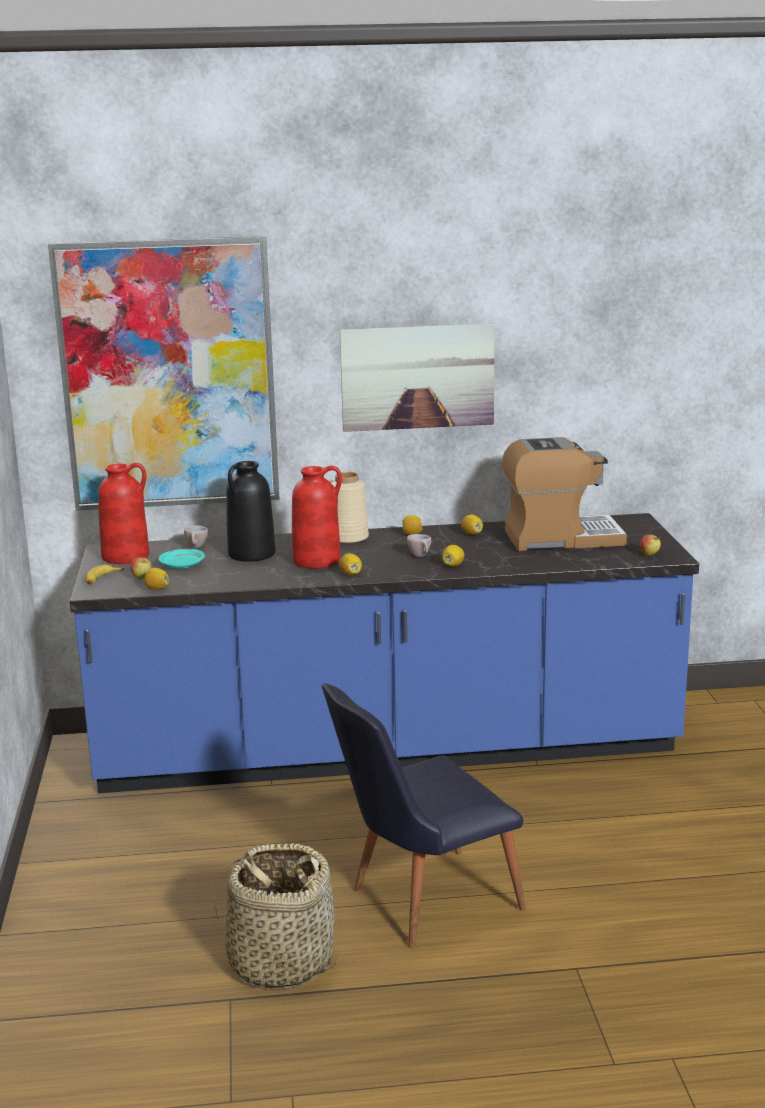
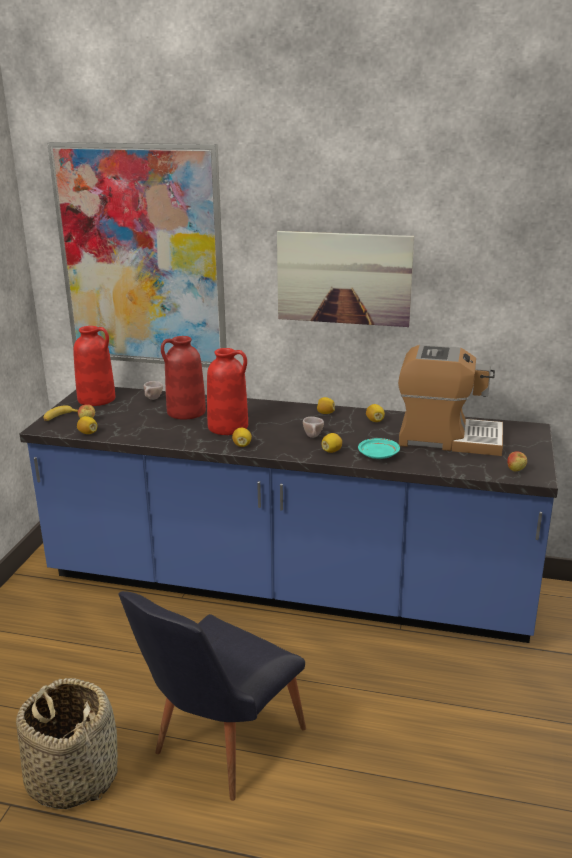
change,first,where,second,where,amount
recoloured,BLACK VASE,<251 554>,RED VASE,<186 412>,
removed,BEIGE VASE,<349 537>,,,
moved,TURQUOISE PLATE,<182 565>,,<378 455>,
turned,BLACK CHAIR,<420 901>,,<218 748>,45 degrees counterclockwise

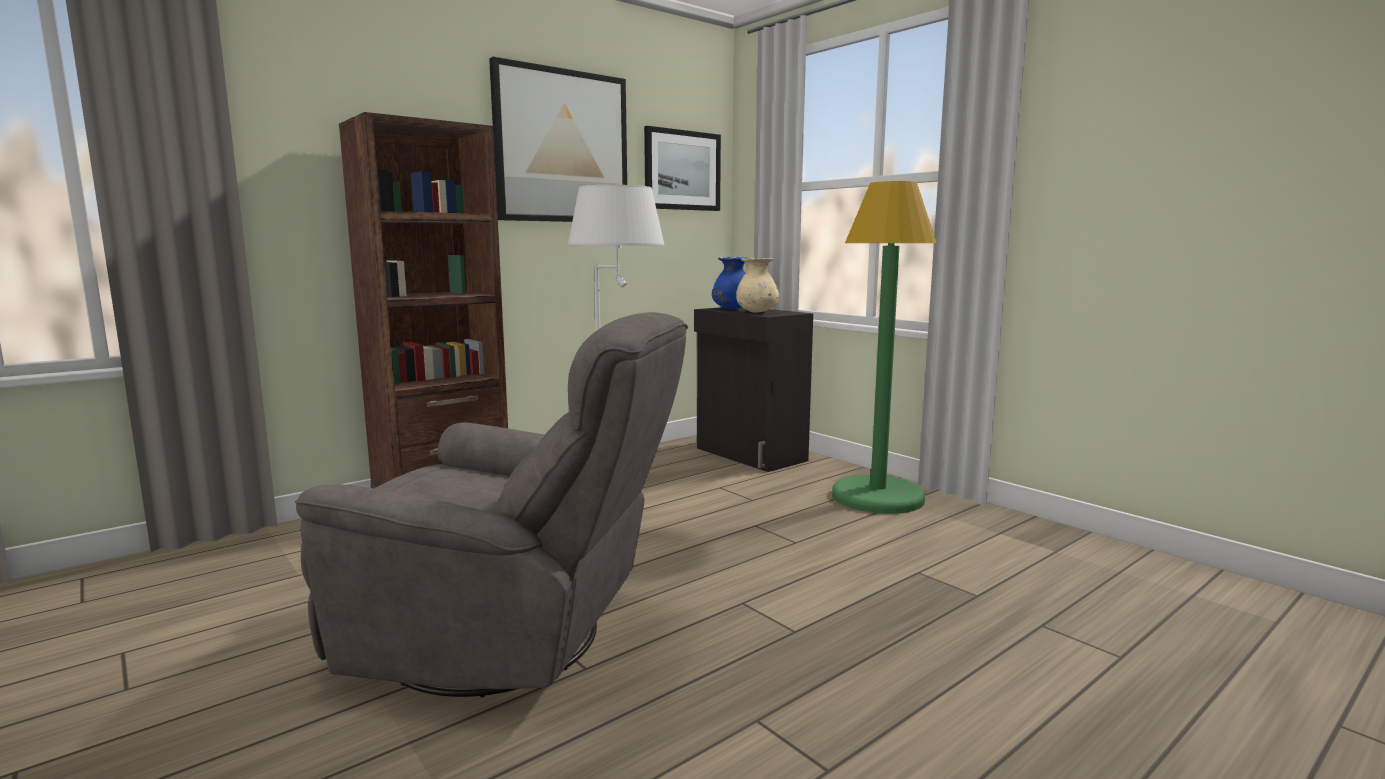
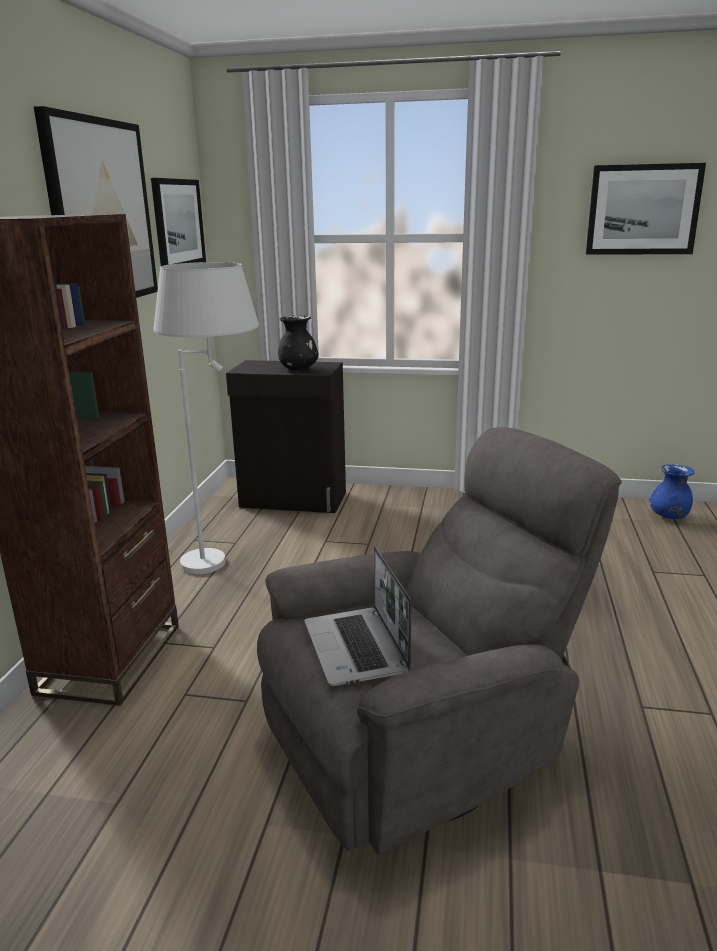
change,first,where,second,where,amount
removed,GREEN FLOOR LAMP,<877 497>,,,
moved,BLUE VASE,<731 309>,,<669 516>,
recoloured,BEIGE VASE,<757 312>,BLACK VASE,<298 369>,
added,,,PICTURE,<643 210>,
added,,,LAPTOP,<357 648>,

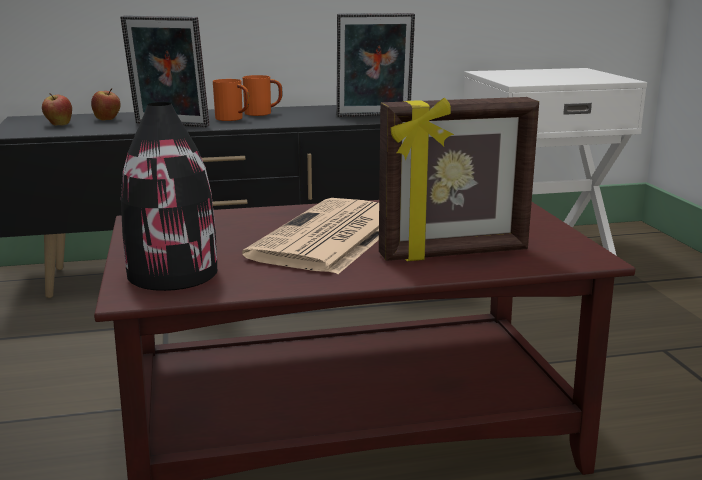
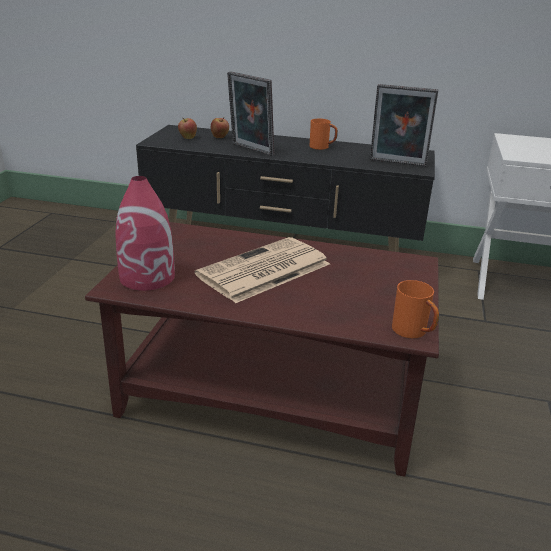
change,first,where,second,where,amount
moved,ORANGE MUG,<233 119>,,<414 333>,
removed,PICTURE FRAME,<454 254>,,,
recoloured,BLACK VASE,<173 274>,RED VASE,<148 277>,

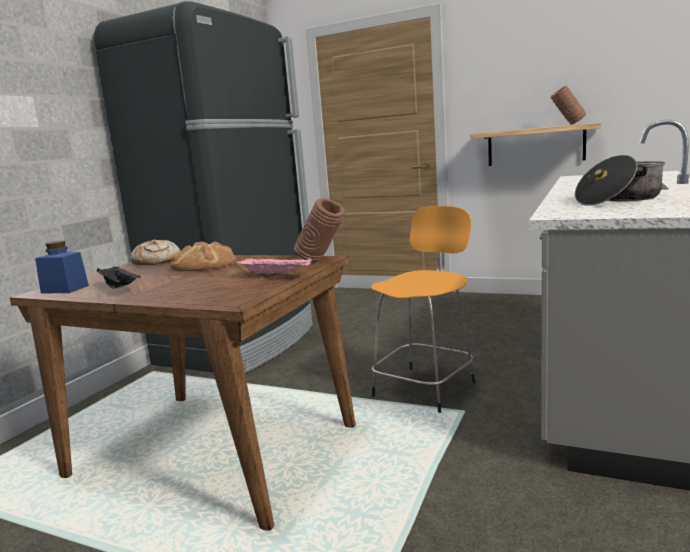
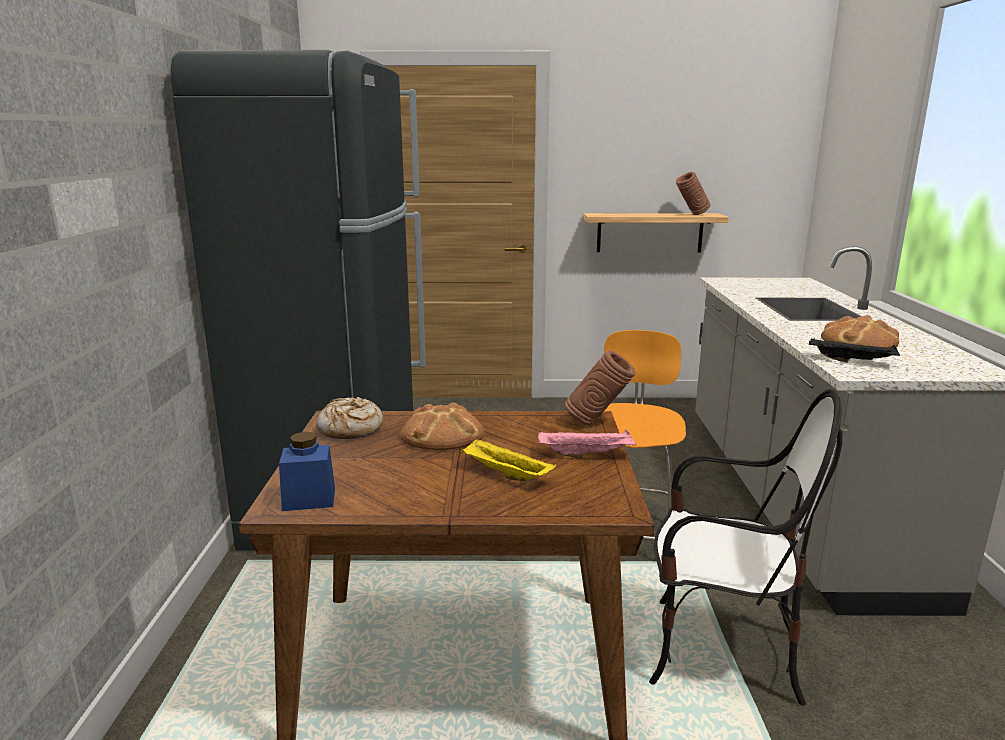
change,first,where,second,where,amount
replaced,COOKING POT,<618 199>,BREAD,<859 341>,
moved,BLACK TRAY,<120 288>,,<852 361>,
added,,,CHAIR,<721 653>,
added,,,YELLOW TRAY,<504 474>,

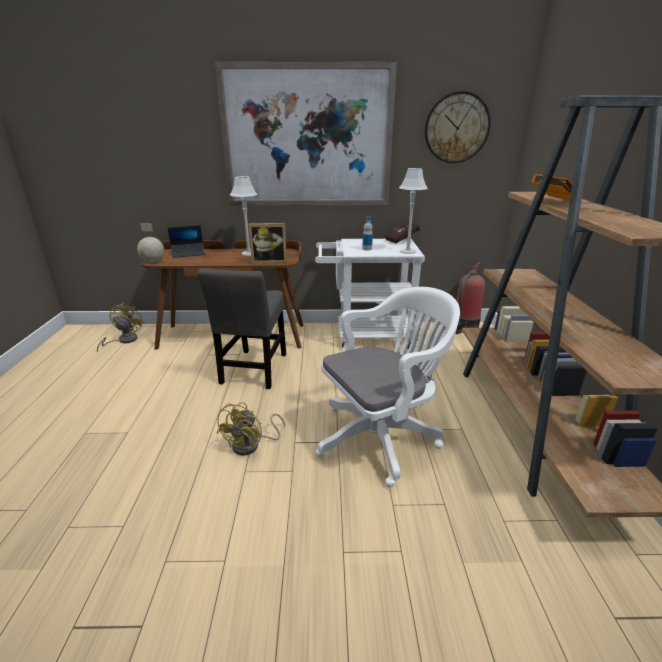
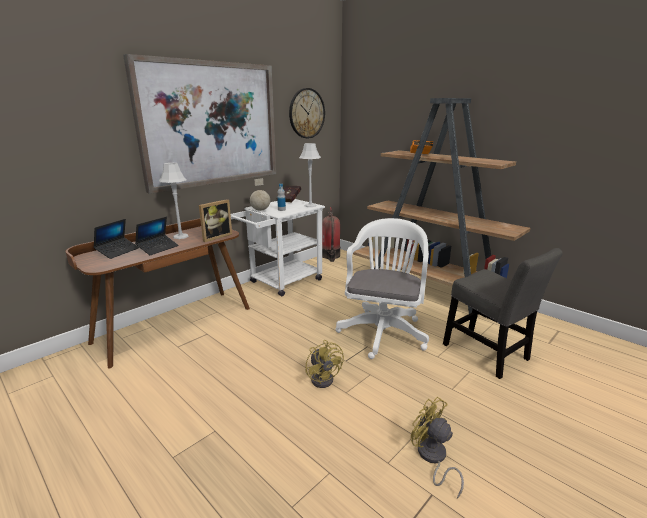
change,first,where,second,where,amount
moved,GLOBE,<153 261>,,<261 210>,
moved,GREY CHAIR,<253 371>,,<488 354>,
moved,YELLOW FAN,<124 340>,,<432 458>,
added,,,LAPTOP,<158 248>,

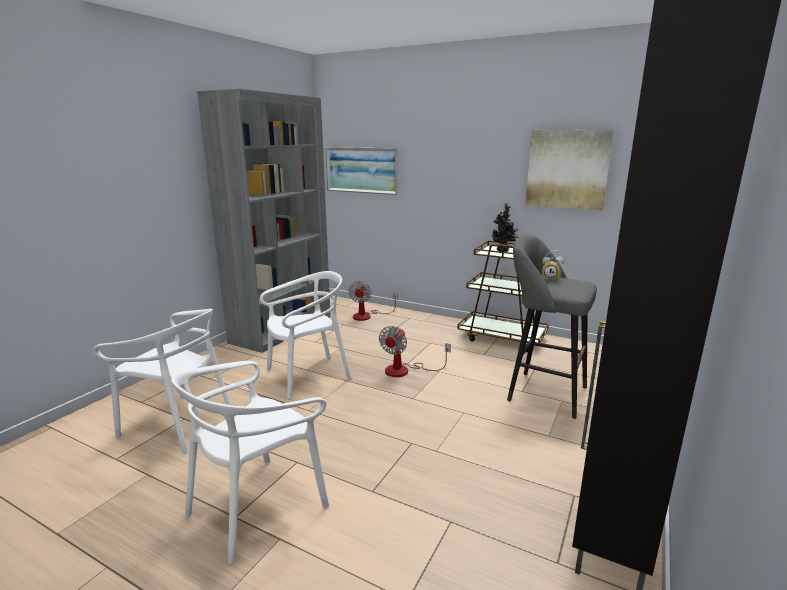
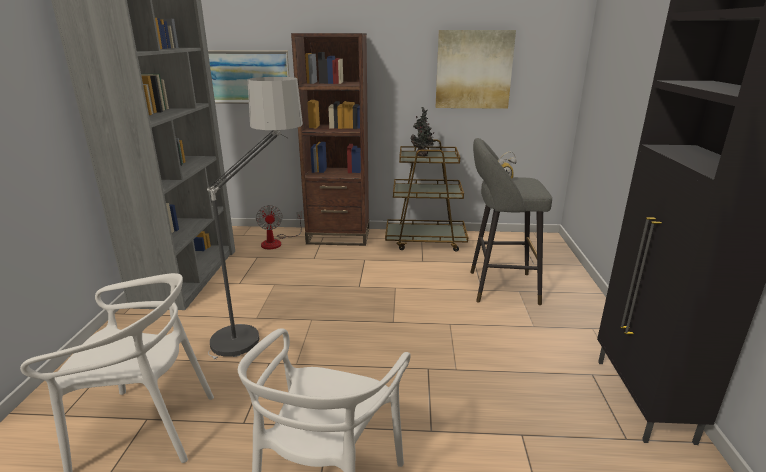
change,first,where,second,where,amount
replaced,WHITE CHAIR,<307 376>,FLOOR LAMP,<263 324>,
removed,FAN,<405 370>,,,
added,,,BROWN BOOKCASE,<338 236>,

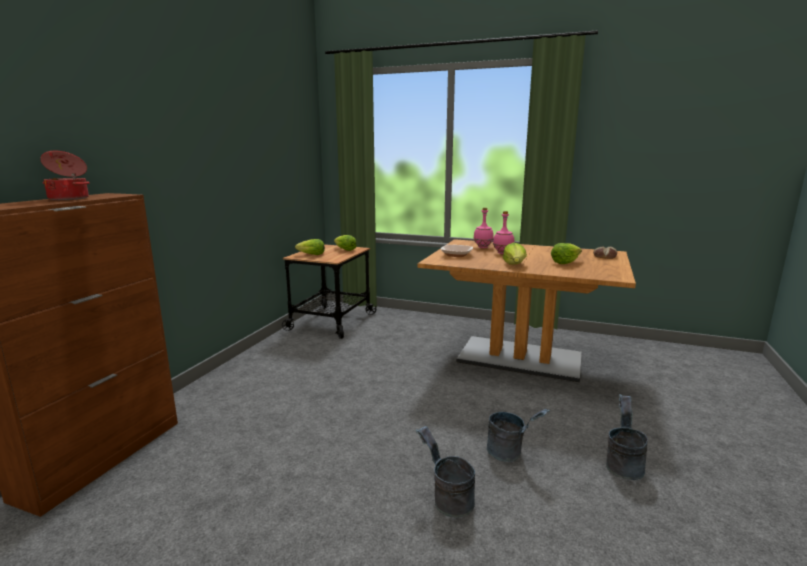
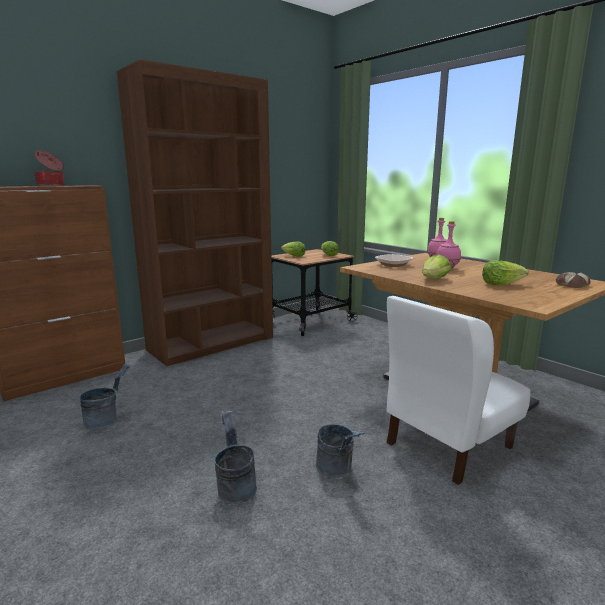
change,first,where,second,where,amount
moved,GREY BUCKET,<623 464>,,<107 420>,
added,,,BROWN BOOKCASE,<212 343>,
added,,,WHITE CHAIR,<447 444>,

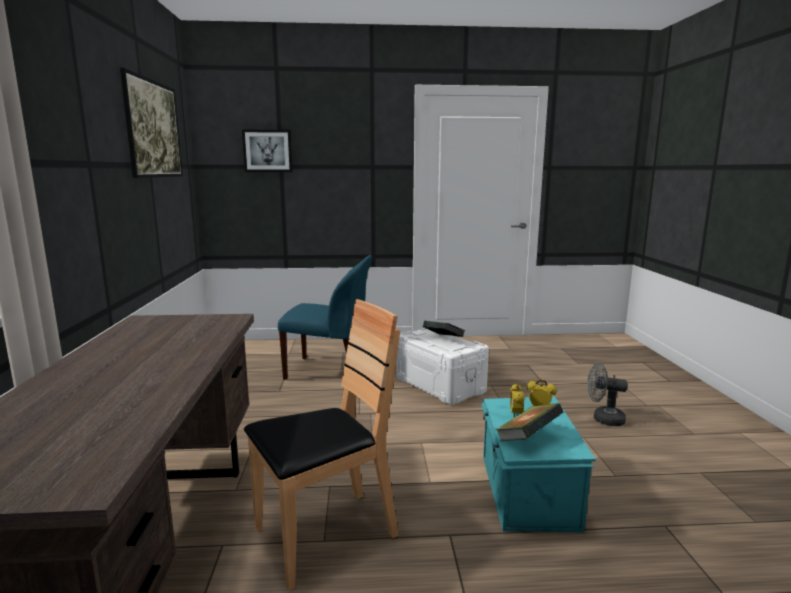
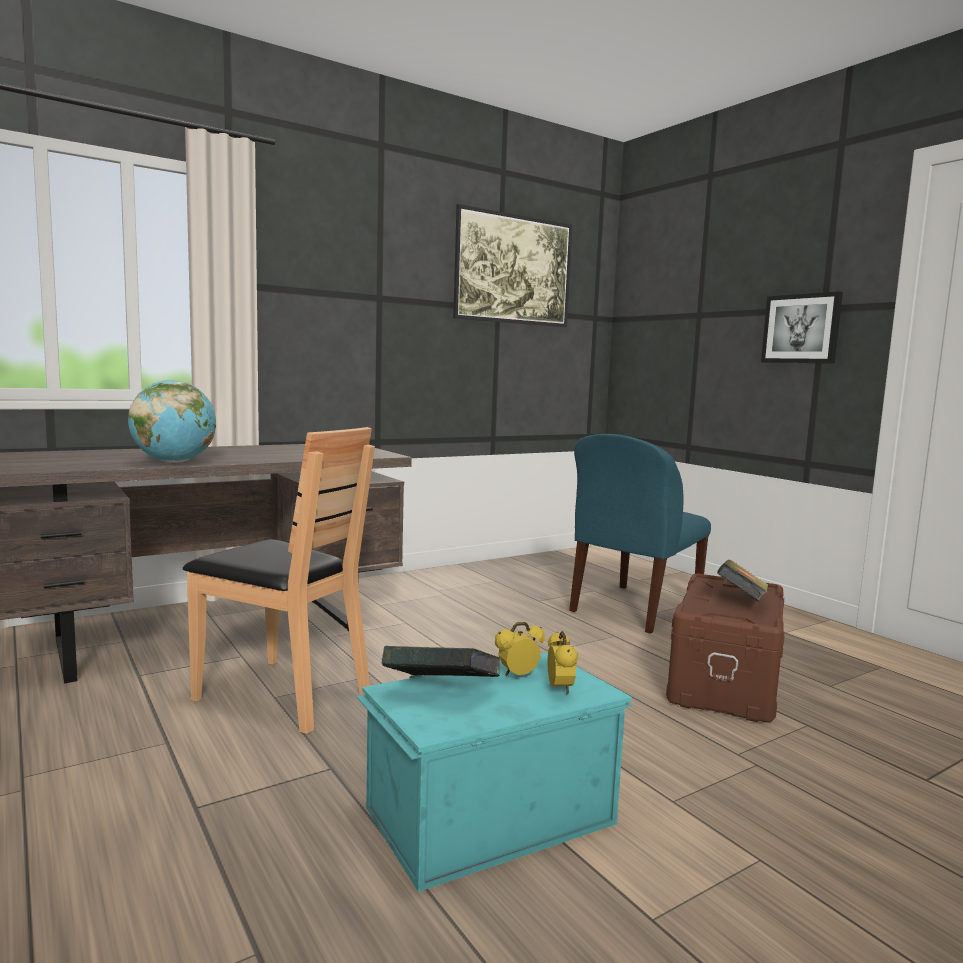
change,first,where,second,where,amount
moved,PICTURE,<267 151>,,<801 329>,
turned,BLUE CHAIR,<330 371>,,<633 609>,60 degrees clockwise
recoloured,WHITE STORAGE BOX,<440 385>,BROWN STORAGE BOX,<726 683>,
removed,GREY FAN,<603 419>,,,
added,,,GLOBE,<174 462>,

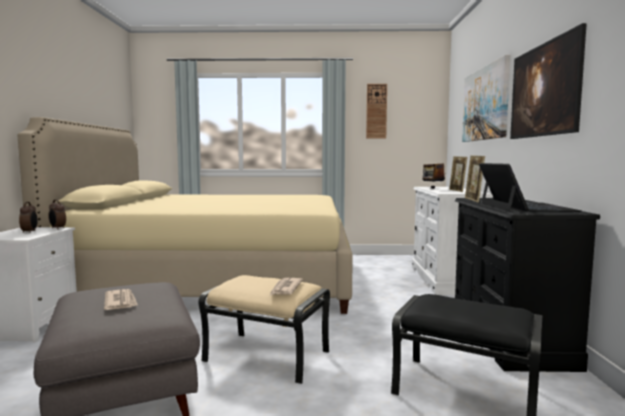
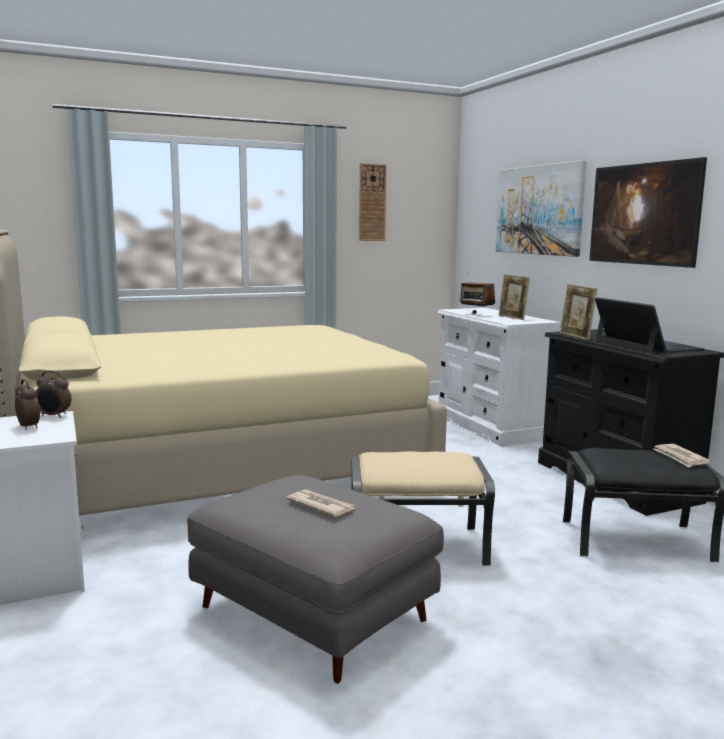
change,first,where,second,where,amount
moved,NEWSPAPER,<285 289>,,<680 457>,

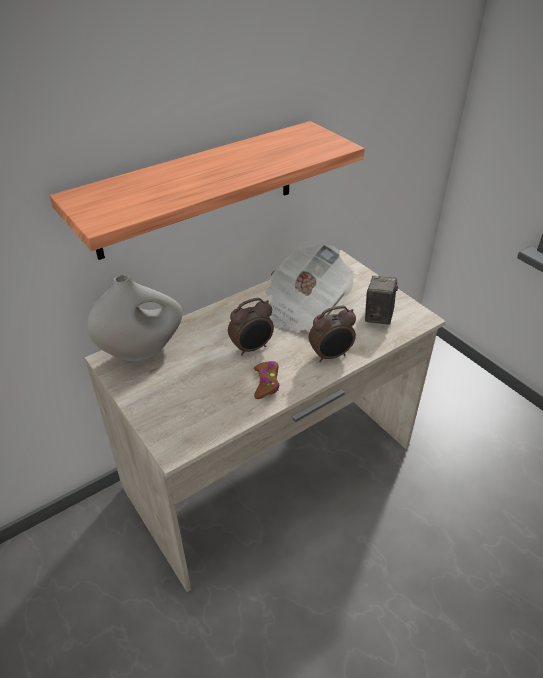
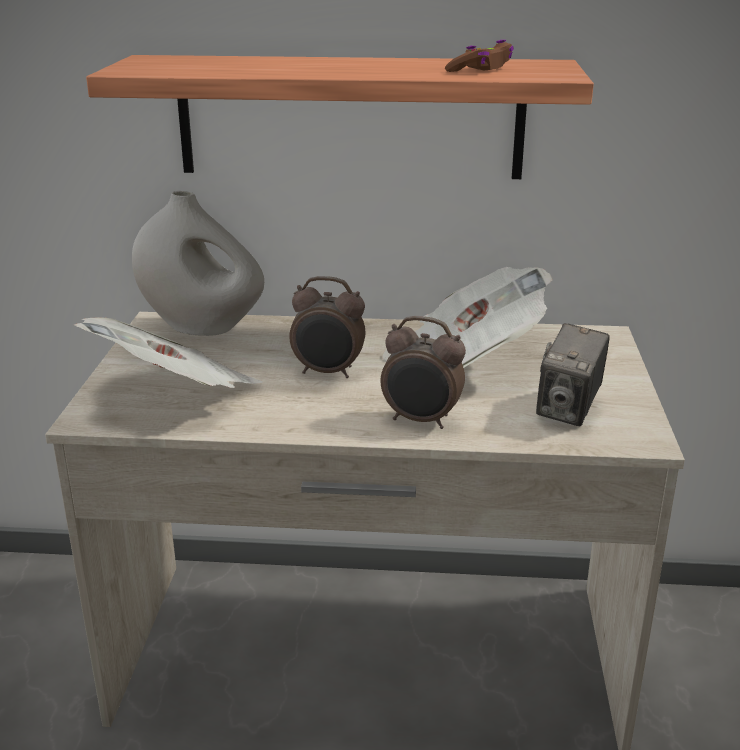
change,first,where,second,where,amount
turned,PHOTO CAMERA,<378 316>,,<568 410>,150 degrees clockwise
moved,BROWN GAME CONTROLLER,<266 383>,,<481 69>,
added,,,NEWSPAPER,<177 394>,

